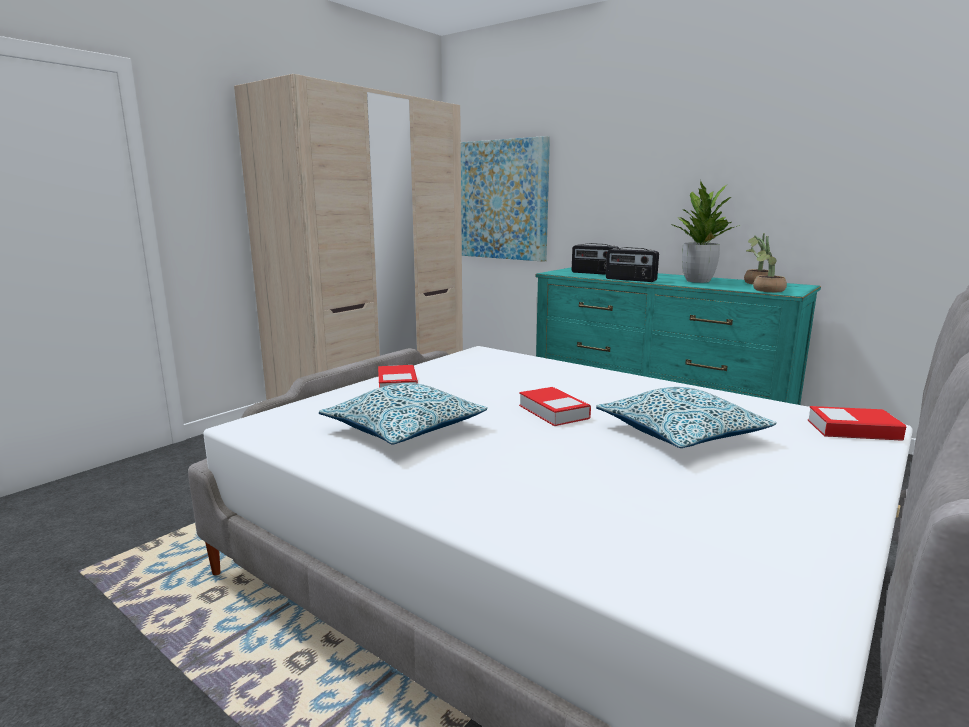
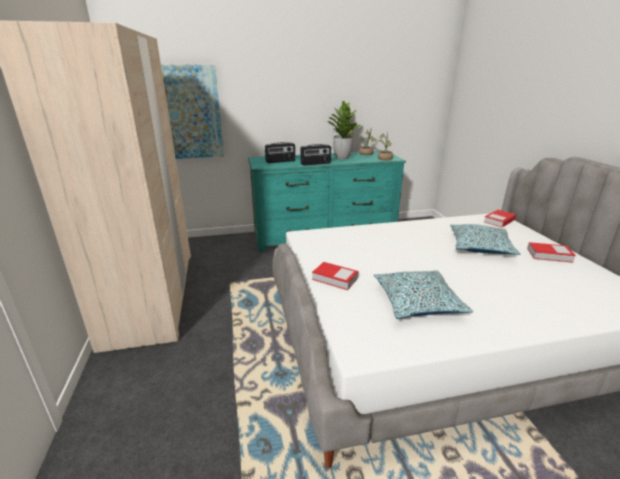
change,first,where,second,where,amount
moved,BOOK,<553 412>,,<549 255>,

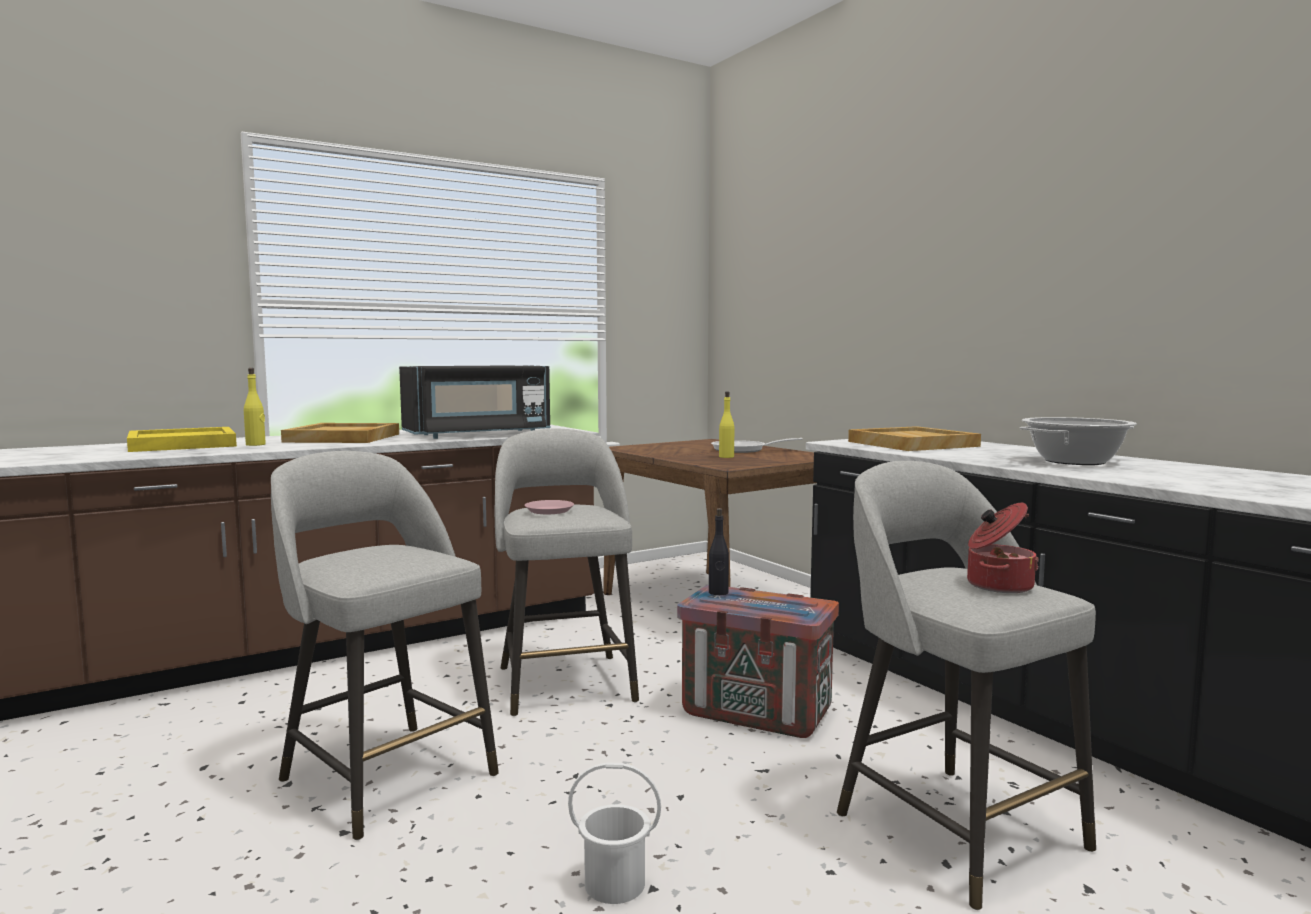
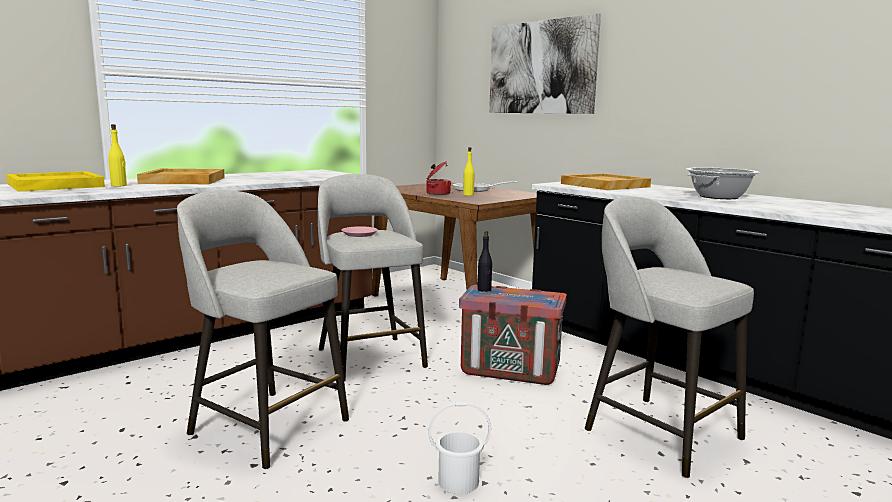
change,first,where,second,where,amount
removed,BLACK MICROWAVE,<478 434>,,,
moved,COOKING POT,<997 585>,,<437 193>,
added,,,PICTURE,<541 67>,

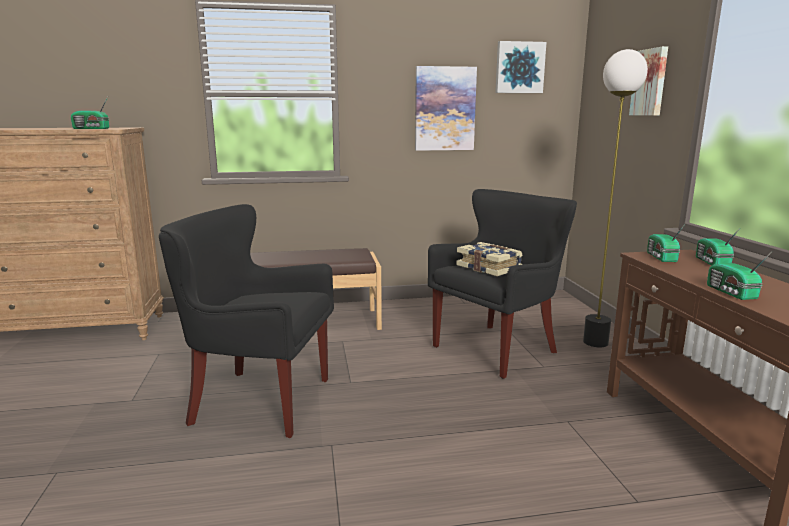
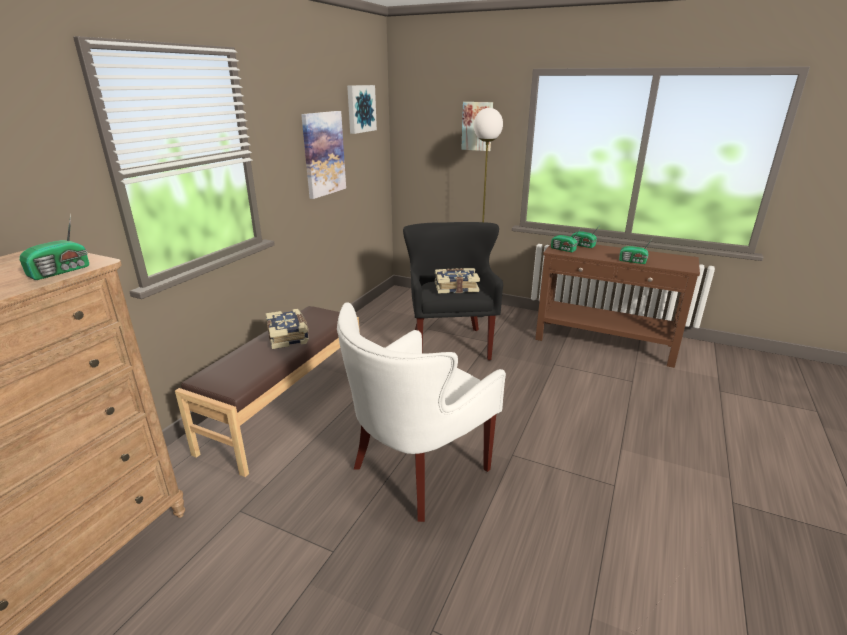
change,first,where,second,where,amount
recoloured,BLACK ARMCHAIR,<258 401>,WHITE ARMCHAIR,<417 470>,
added,,,BOOK,<289 336>,

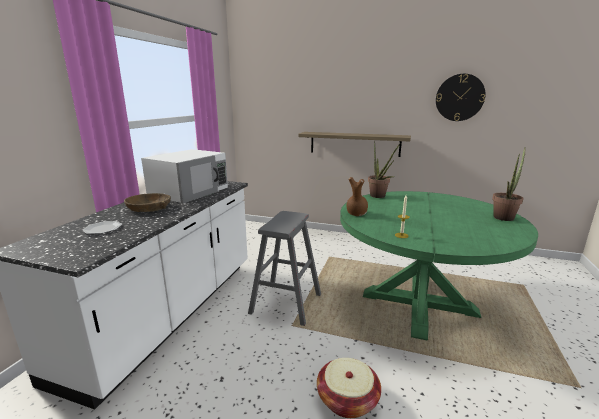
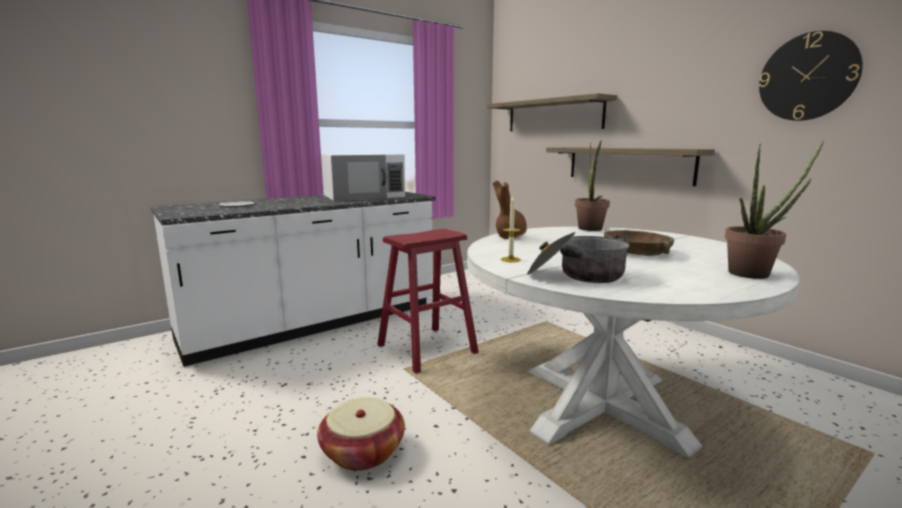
change,first,where,second,where,amount
recoloured,GREEN DINING TABLE,<418 303>,WHITE DINING TABLE,<601 405>,
moved,BROWN BOWL,<149 208>,,<637 252>,
recoloured,GREY STOOL,<286 303>,RED STOOL,<427 349>,
added,,,SHELF,<553 115>,
added,,,COOKING POT,<576 275>,

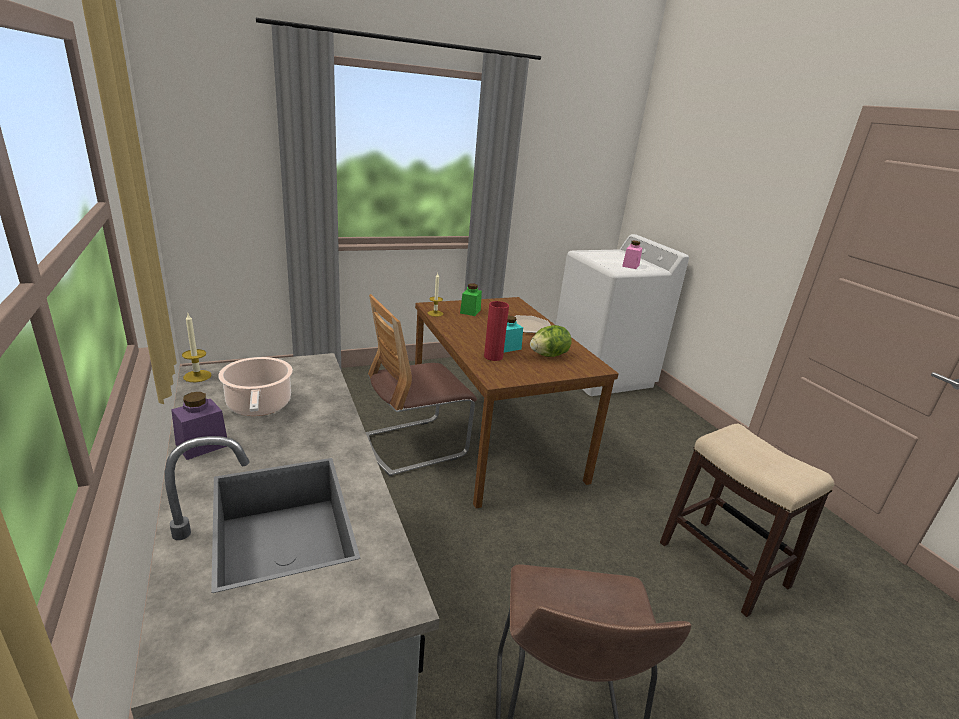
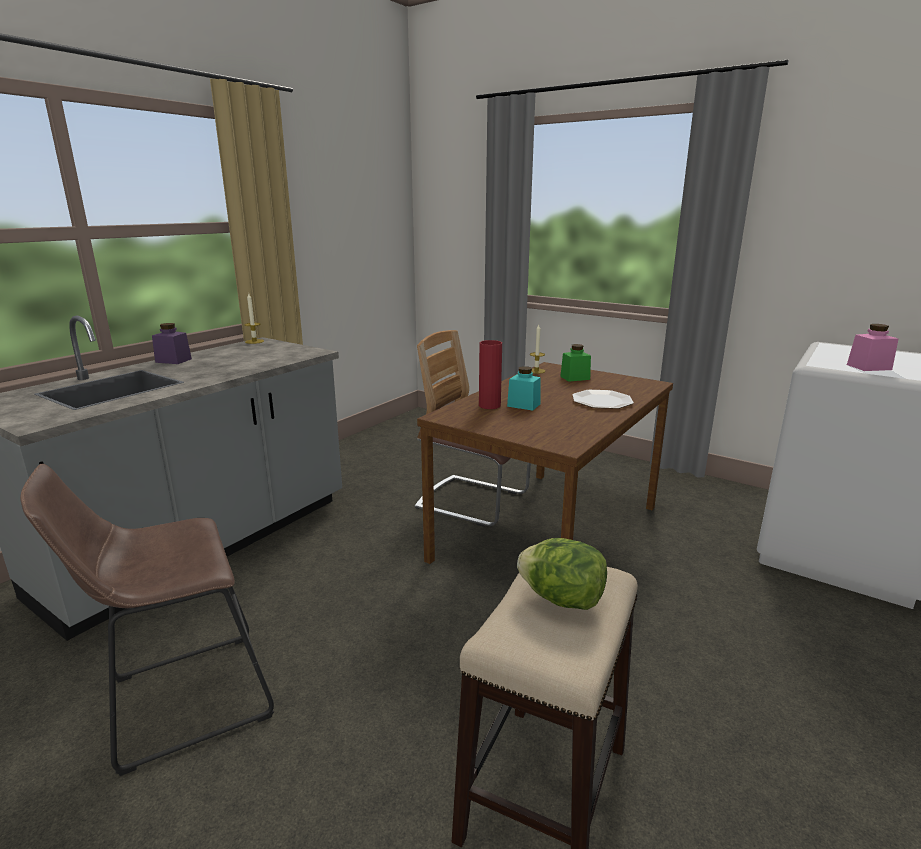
change,first,where,second,where,amount
moved,LETTUCE,<548 355>,,<562 599>,
removed,COOKING POT,<259 406>,,,

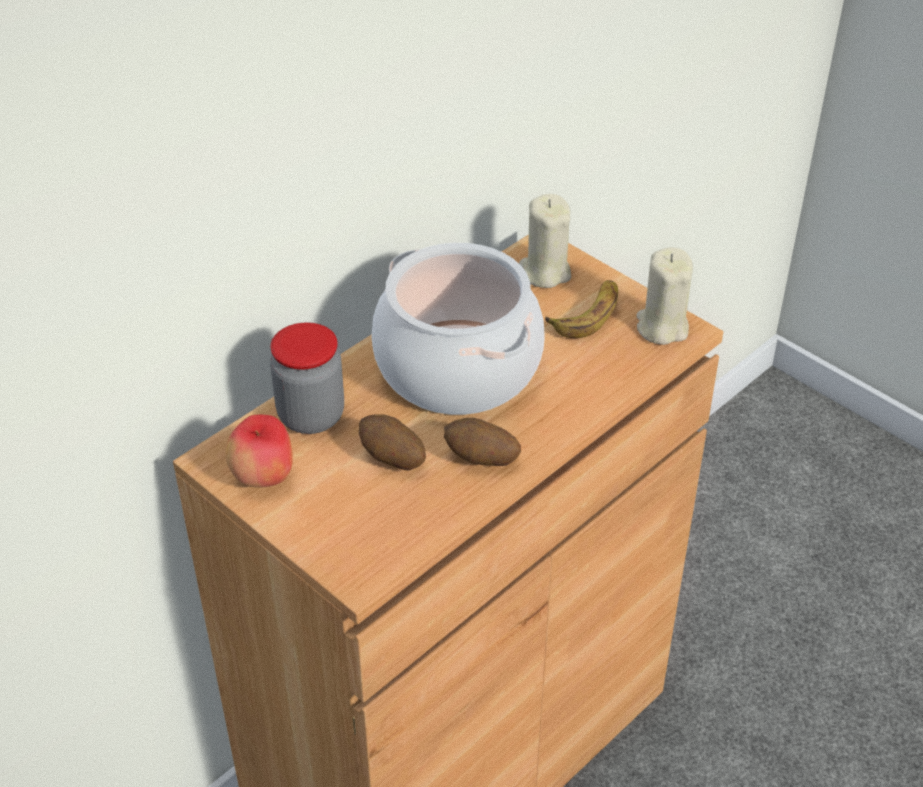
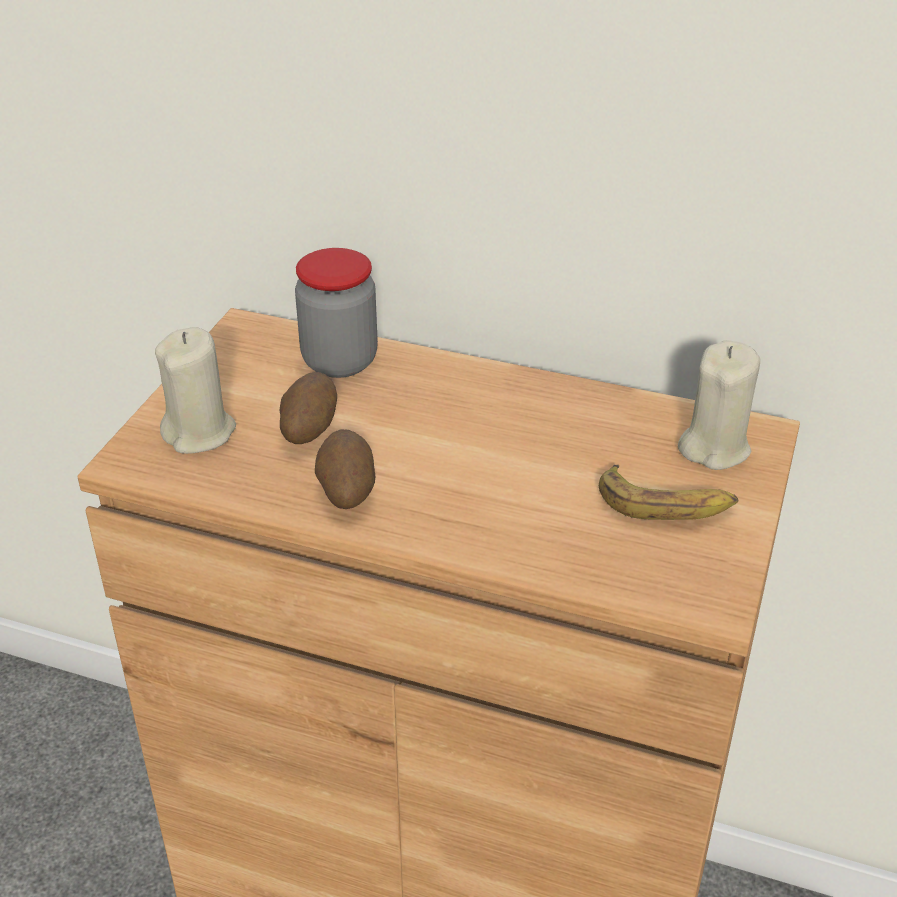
change,first,where,second,where,amount
removed,COOKING POT,<459 368>,,,
moved,BEIGE CANDLE,<661 327>,,<199 433>,
removed,APPLE,<264 478>,,,

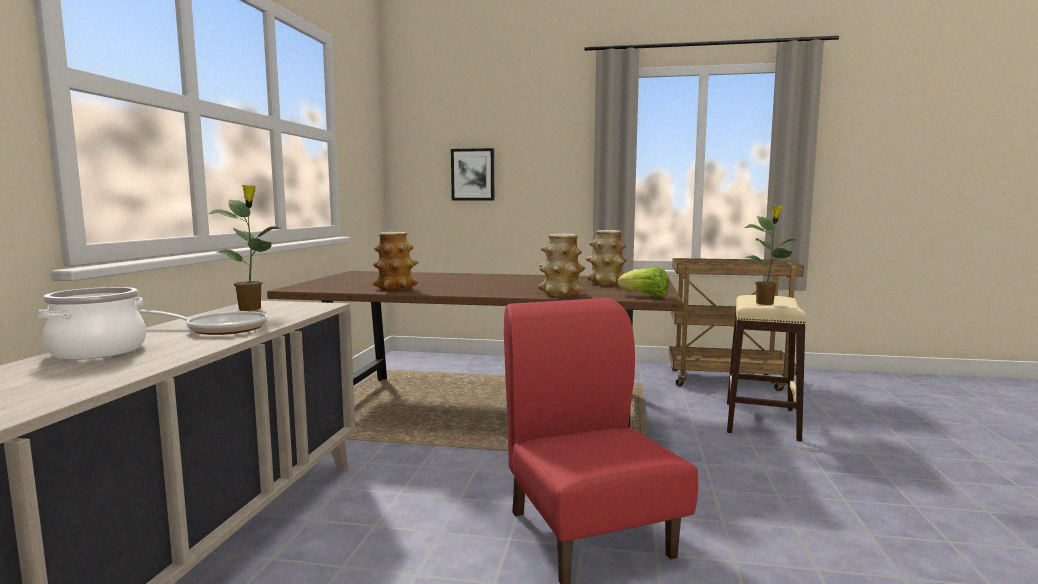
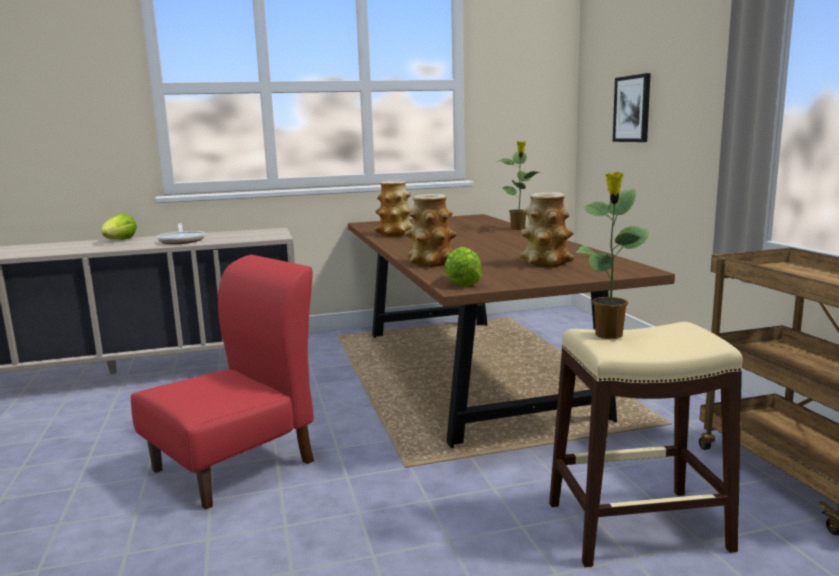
change,first,where,second,where,amount
moved,POTTED PLANT,<251 309>,,<518 229>,
replaced,COOKING POT,<98 351>,LETTUCE,<119 241>,

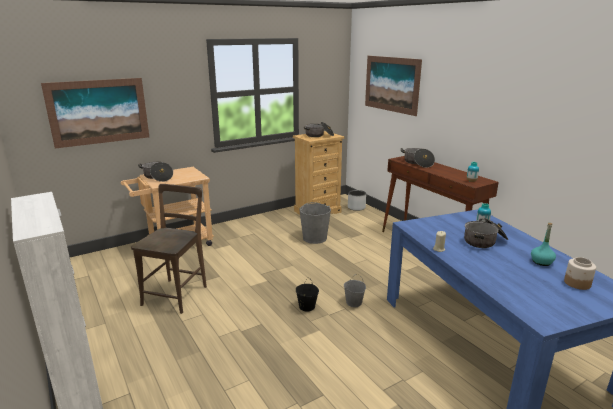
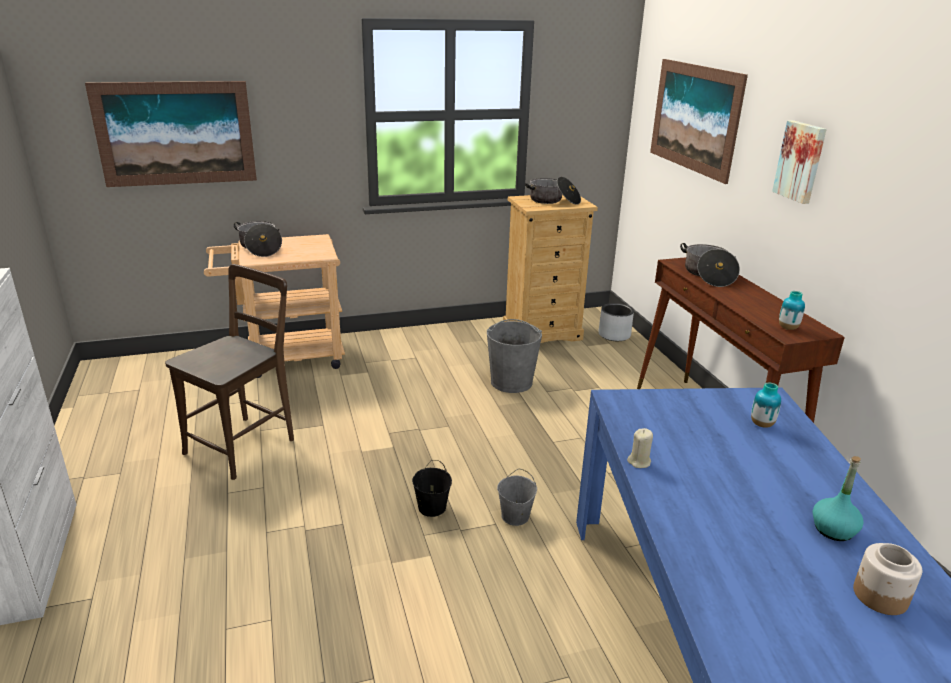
change,first,where,second,where,amount
removed,COOKING POT,<484 241>,,,
added,,,PICTURE,<801 161>,

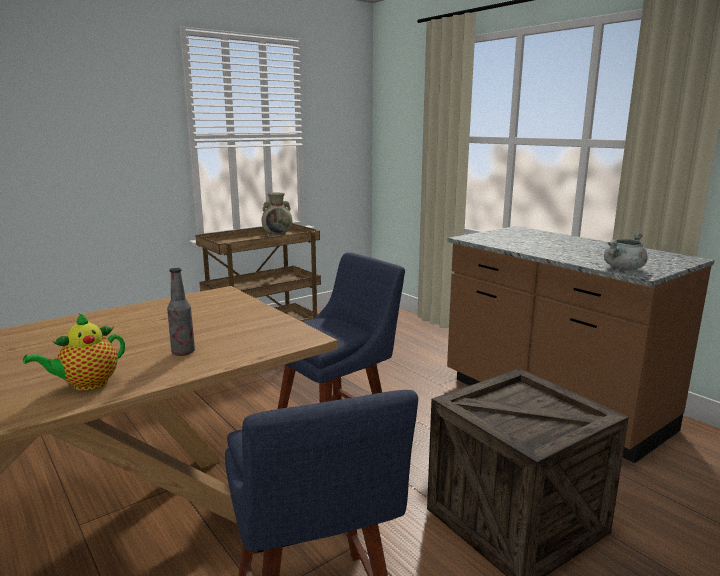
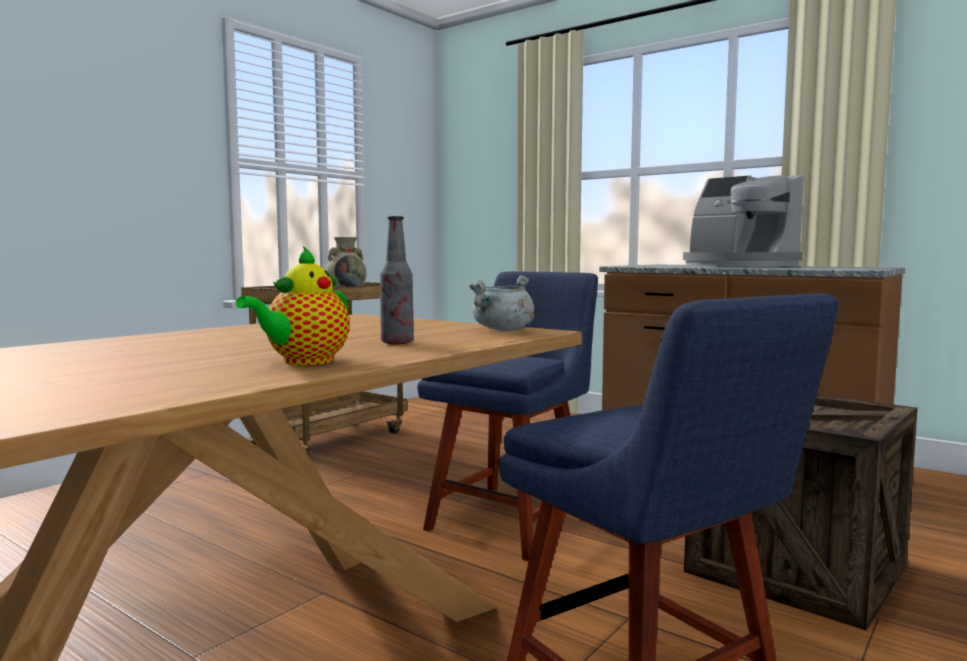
change,first,where,second,where,amount
moved,GREY COOKING POT,<623 268>,,<503 330>,
added,,,COFFEE MACHINE,<737 266>,

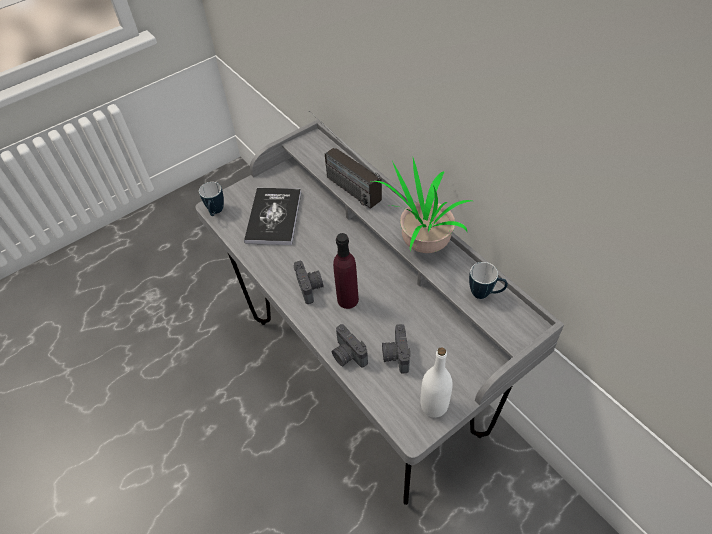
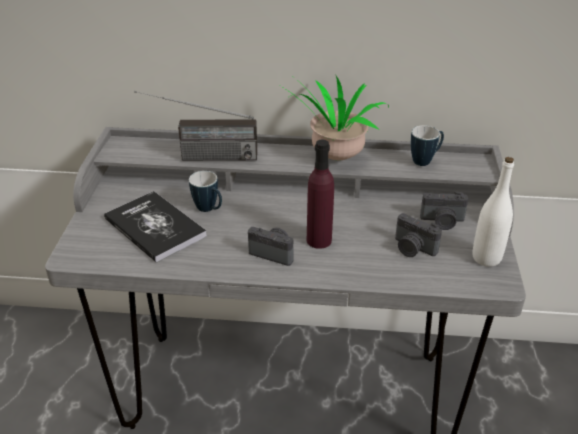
change,first,where,second,where,amount
moved,MUG,<216 212>,,<209 210>,
moved,PHOTO CAMERA,<347 355>,,<442 221>,

